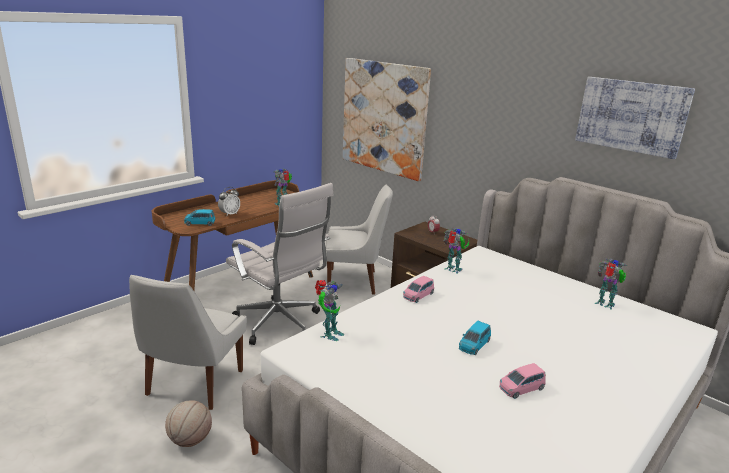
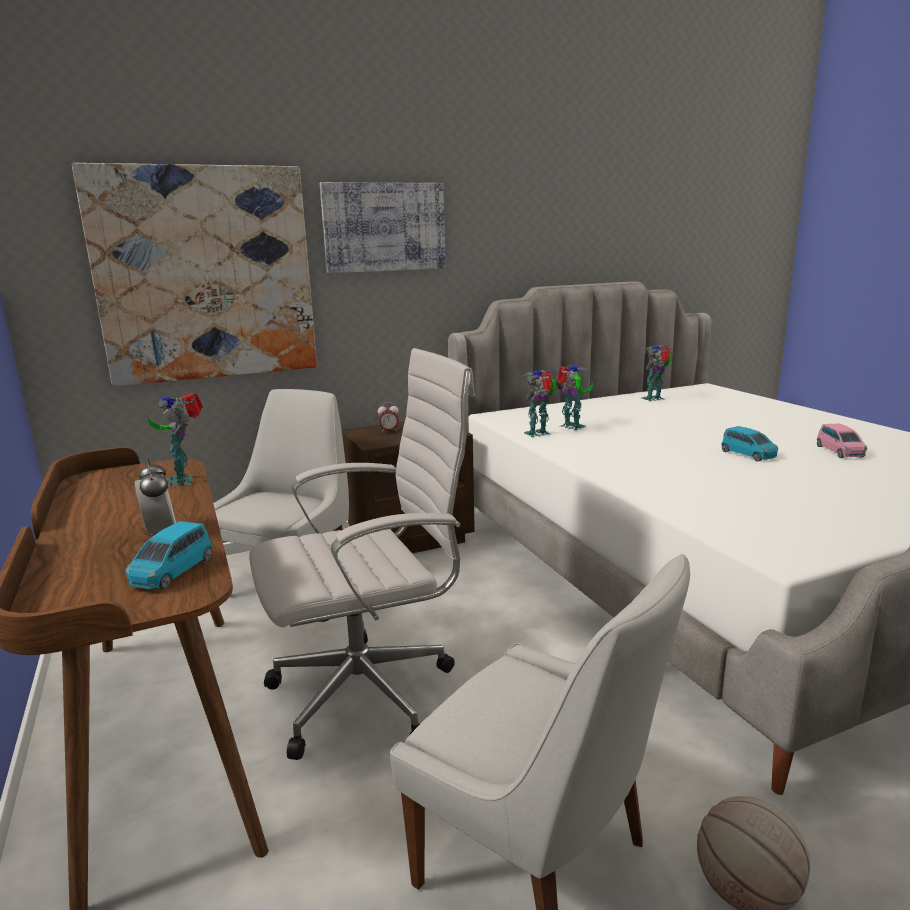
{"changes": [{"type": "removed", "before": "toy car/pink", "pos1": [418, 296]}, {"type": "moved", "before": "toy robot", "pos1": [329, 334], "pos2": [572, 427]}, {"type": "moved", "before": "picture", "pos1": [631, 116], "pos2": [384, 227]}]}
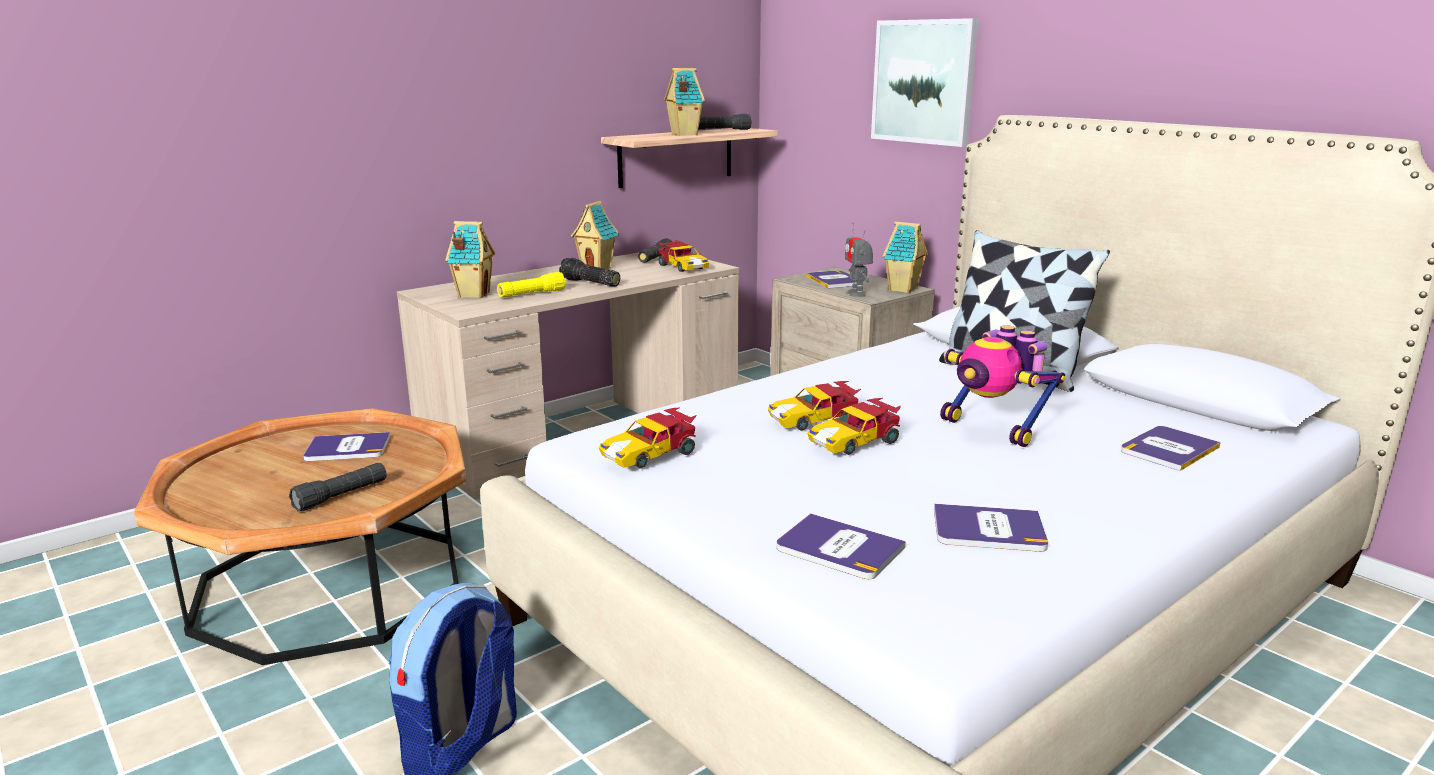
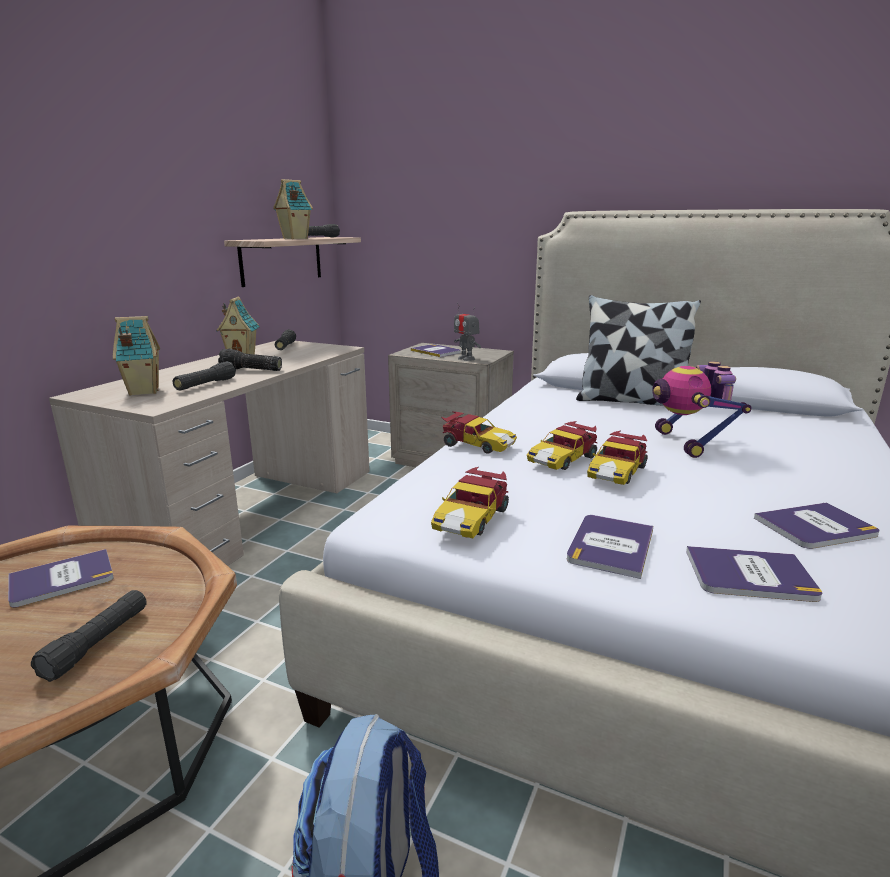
{"changes": [{"type": "removed", "before": "picture", "pos1": [924, 82]}, {"type": "removed", "before": "toy house", "pos1": [903, 290]}, {"type": "moved", "before": "toy car", "pos1": [682, 267], "pos2": [476, 445]}, {"type": "moved", "before": "book", "pos1": [1169, 449], "pos2": [610, 546]}, {"type": "recoloured", "before": "flashlight/yellow", "after": "flashlight/black", "pos1": [531, 294], "pos2": [206, 385]}, {"type": "turned", "before": "toy robot", "pos1": [992, 429], "pos2": [688, 443], "turn": 60}]}
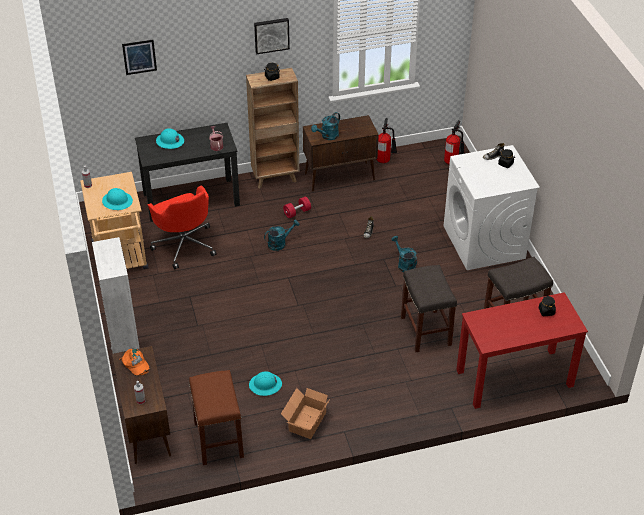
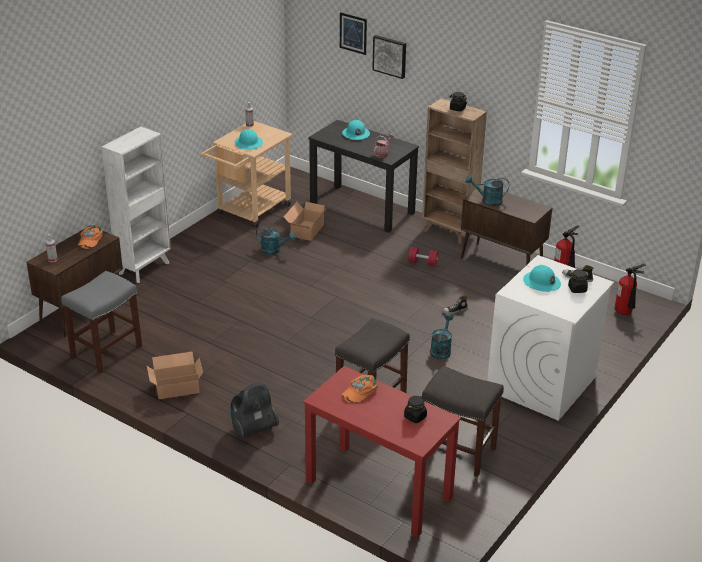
{"changes": [{"type": "added", "after": "vacuum cleaner", "pos2": [252, 430]}, {"type": "added", "after": "cap/orange", "pos2": [359, 391]}, {"type": "moved", "before": "hard hat/turquoise", "pos1": [265, 385], "pos2": [541, 282]}, {"type": "moved", "before": "picture", "pos1": [271, 35], "pos2": [390, 56]}, {"type": "moved", "before": "watering can/turquoise", "pos1": [280, 243], "pos2": [274, 250]}, {"type": "replaced", "before": "office chair/red", "after": "cardboard box", "pos1": [184, 245], "pos2": [305, 230]}, {"type": "recoloured", "before": "stool/brown", "after": "stool/grey", "pos1": [218, 439], "pos2": [107, 351]}]}
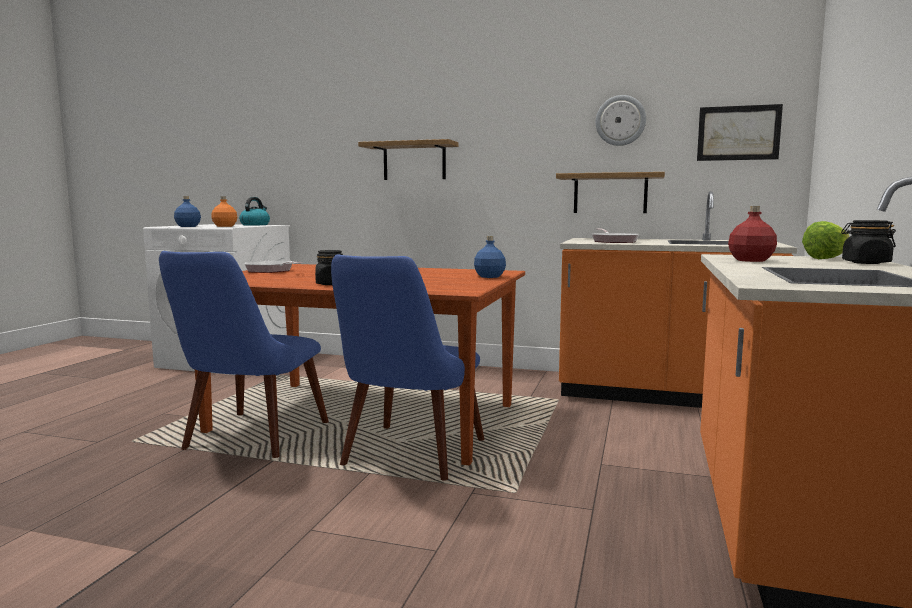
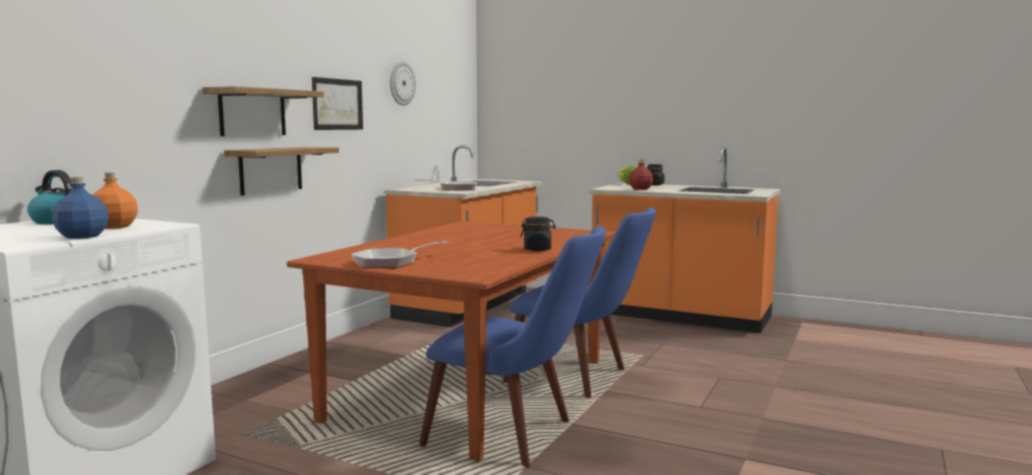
{"changes": [{"type": "removed", "before": "bottle/blue", "pos1": [489, 277]}, {"type": "moved", "before": "shelf", "pos1": [610, 193], "pos2": [271, 170]}, {"type": "moved", "before": "picture", "pos1": [738, 133], "pos2": [337, 104]}]}
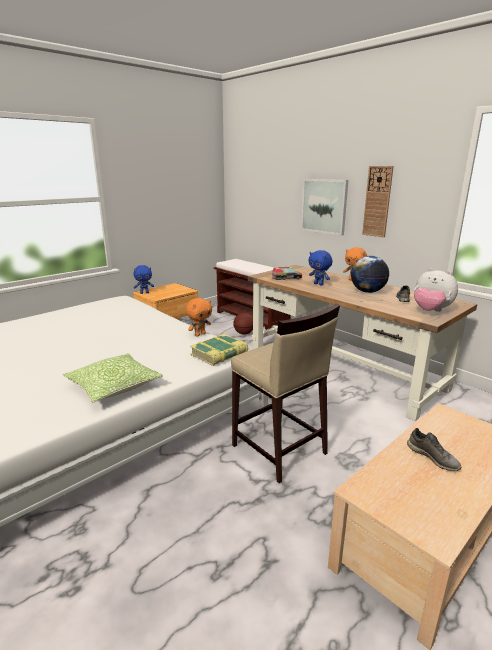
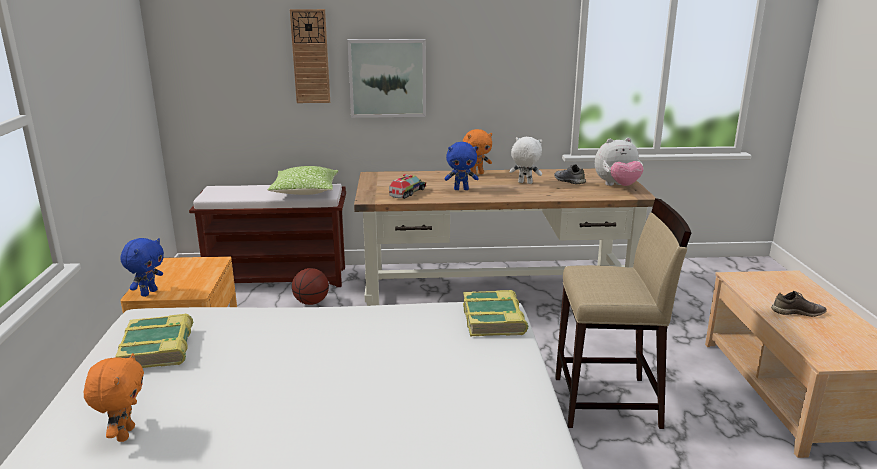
{"changes": [{"type": "added", "after": "book", "pos2": [158, 348]}, {"type": "moved", "before": "pillow", "pos1": [114, 387], "pos2": [305, 191]}, {"type": "moved", "before": "plush toy/orange", "pos1": [200, 334], "pos2": [124, 434]}, {"type": "moved", "before": "wall clock", "pos1": [377, 201], "pos2": [310, 56]}, {"type": "replaced", "before": "globe", "after": "plush toy/white", "pos1": [367, 291], "pos2": [524, 183]}]}
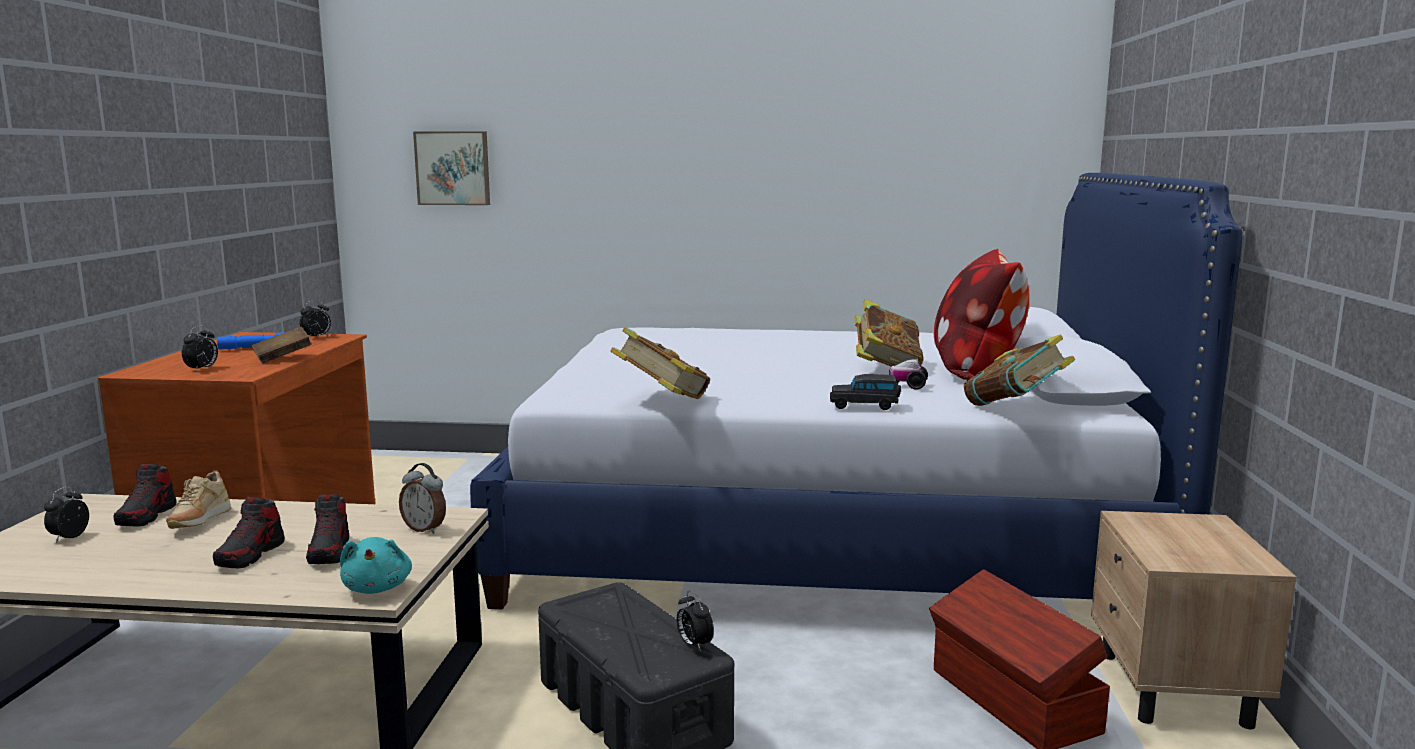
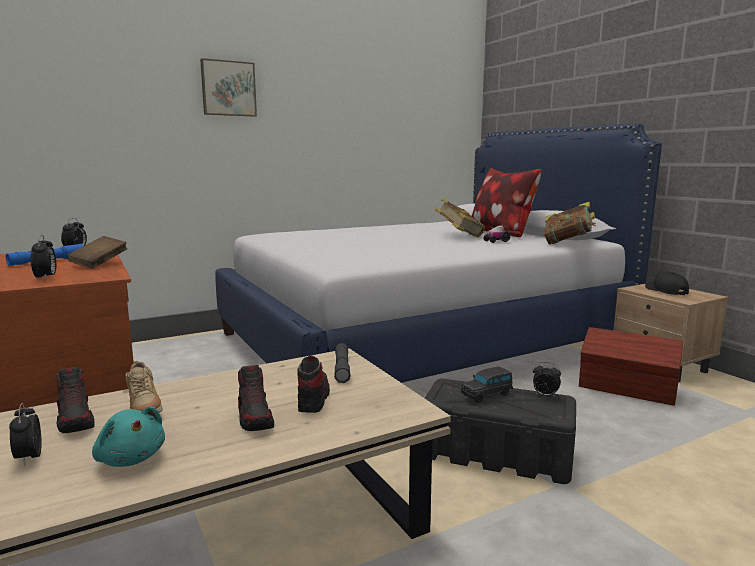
{"changes": [{"type": "removed", "before": "book", "pos1": [661, 400]}, {"type": "added", "after": "cap/black", "pos2": [665, 290]}, {"type": "moved", "before": "plush toy/turquoise", "pos1": [378, 587], "pos2": [130, 458]}, {"type": "moved", "before": "picture", "pos1": [453, 168], "pos2": [228, 88]}, {"type": "moved", "before": "toy car/black", "pos1": [865, 406], "pos2": [487, 394]}, {"type": "replaced", "before": "alarm clock", "after": "flashlight/grey", "pos1": [425, 529], "pos2": [342, 368]}, {"type": "turned", "before": "shoe", "pos1": [330, 552], "pos2": [313, 398], "turn": -135}]}
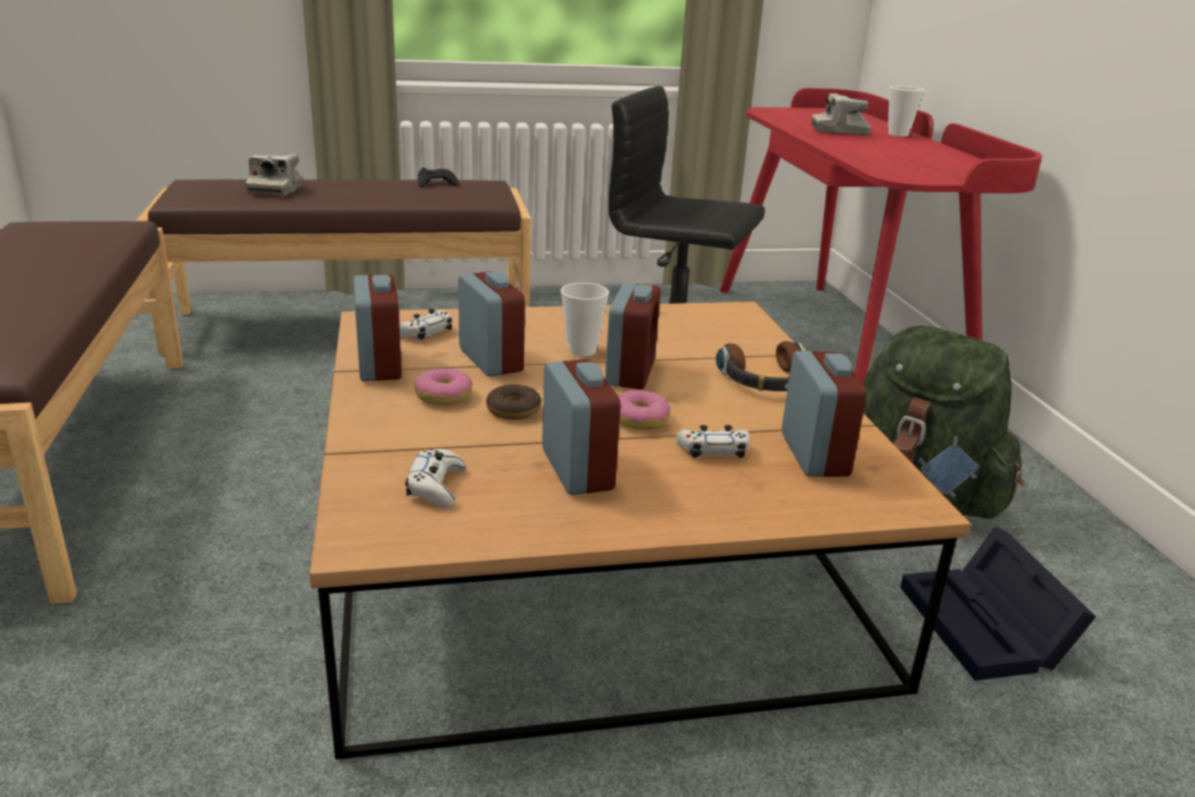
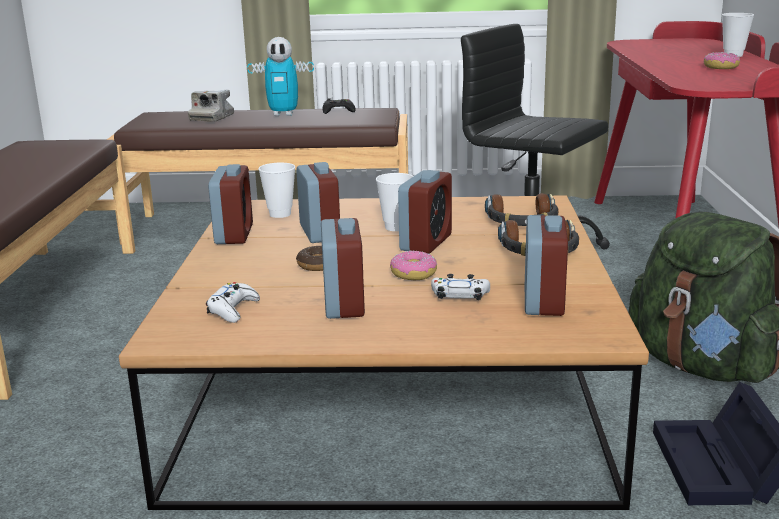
{"changes": [{"type": "removed", "before": "photo camera", "pos1": [839, 131]}, {"type": "added", "after": "toy robot", "pos2": [283, 114]}, {"type": "added", "after": "headphones", "pos2": [522, 221]}, {"type": "moved", "before": "donut", "pos1": [443, 396], "pos2": [721, 67]}, {"type": "replaced", "before": "game controller/white", "after": "cup", "pos1": [425, 333], "pos2": [280, 214]}]}
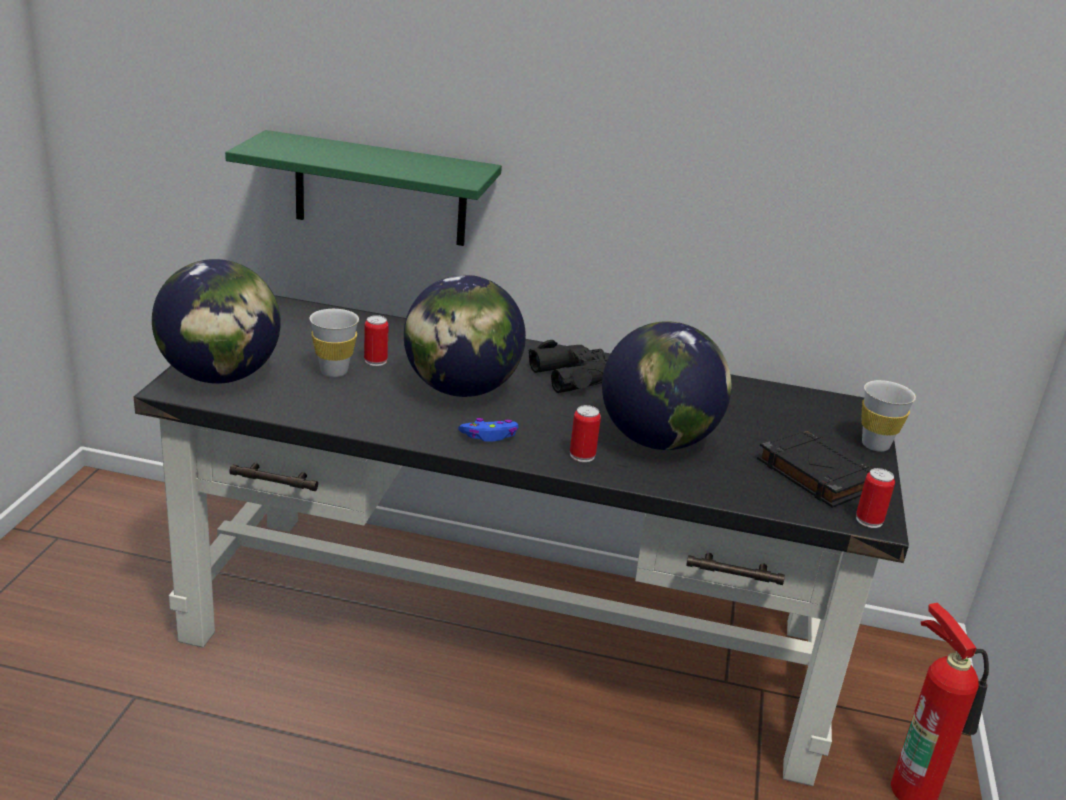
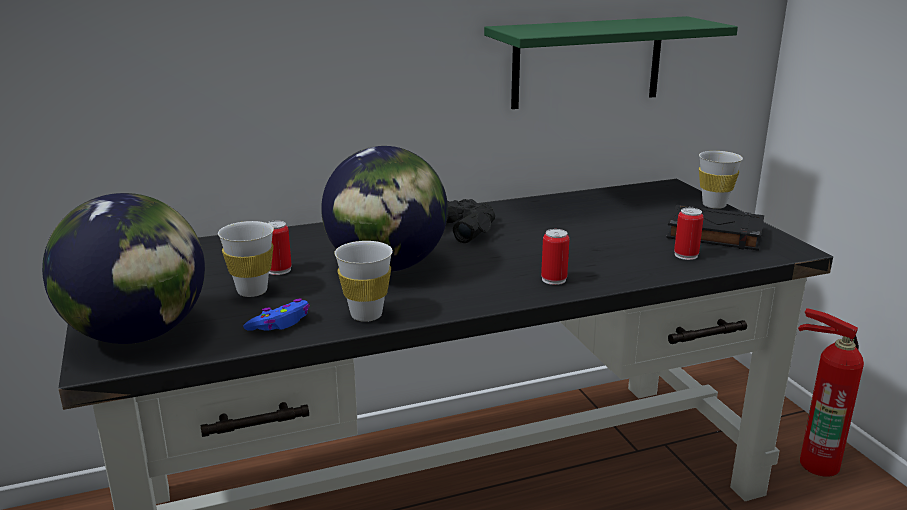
{"changes": [{"type": "removed", "before": "globe", "pos1": [658, 440]}, {"type": "added", "after": "cup/white", "pos2": [366, 315]}, {"type": "moved", "before": "shelf/green", "pos1": [380, 189], "pos2": [587, 62]}, {"type": "moved", "before": "game controller/blue", "pos1": [489, 436], "pos2": [280, 323]}, {"type": "moved", "before": "can", "pos1": [869, 520], "pos2": [686, 255]}]}
